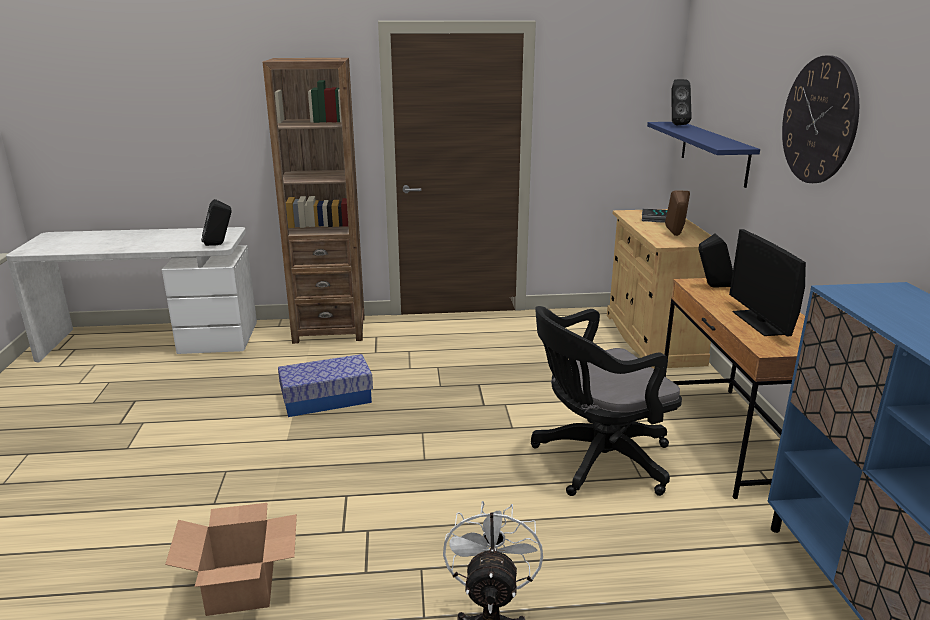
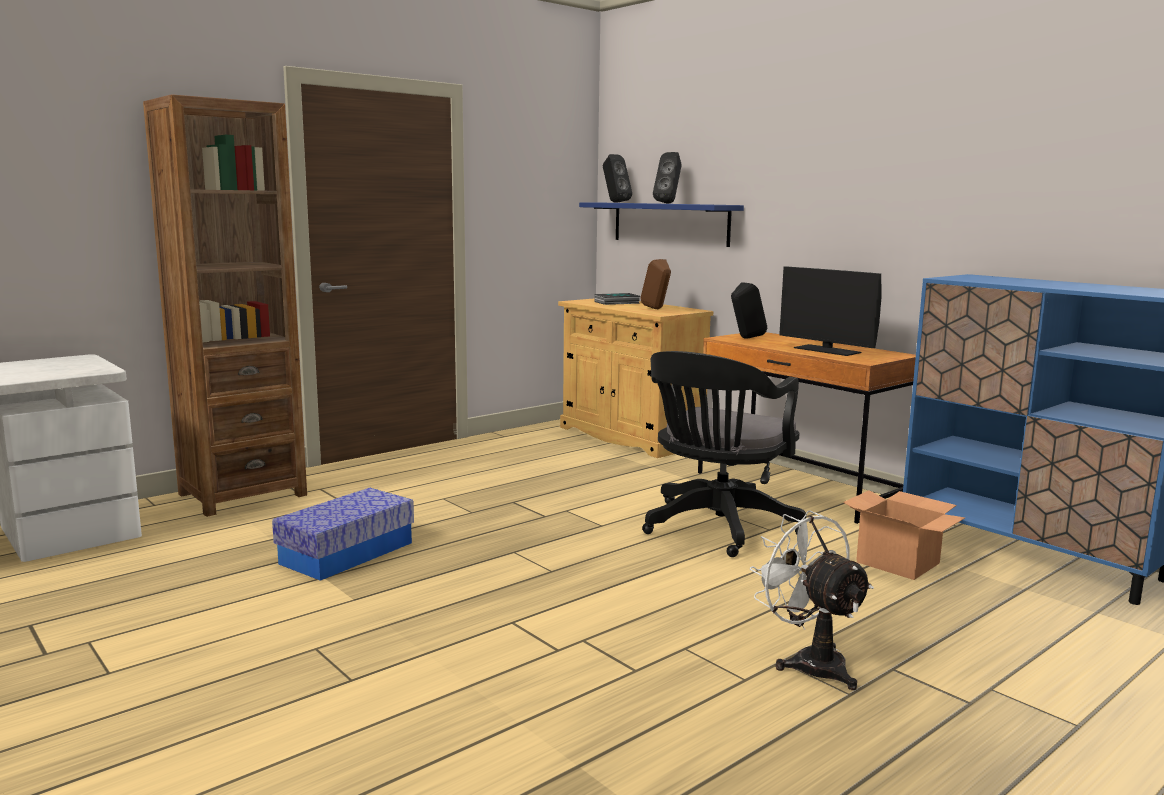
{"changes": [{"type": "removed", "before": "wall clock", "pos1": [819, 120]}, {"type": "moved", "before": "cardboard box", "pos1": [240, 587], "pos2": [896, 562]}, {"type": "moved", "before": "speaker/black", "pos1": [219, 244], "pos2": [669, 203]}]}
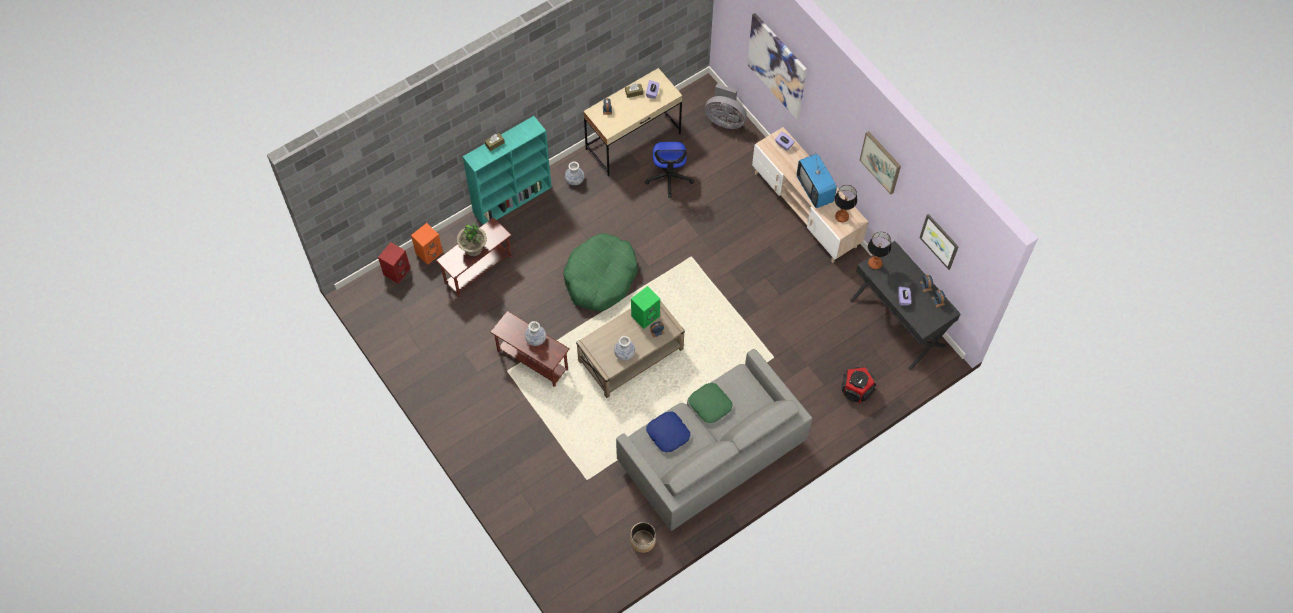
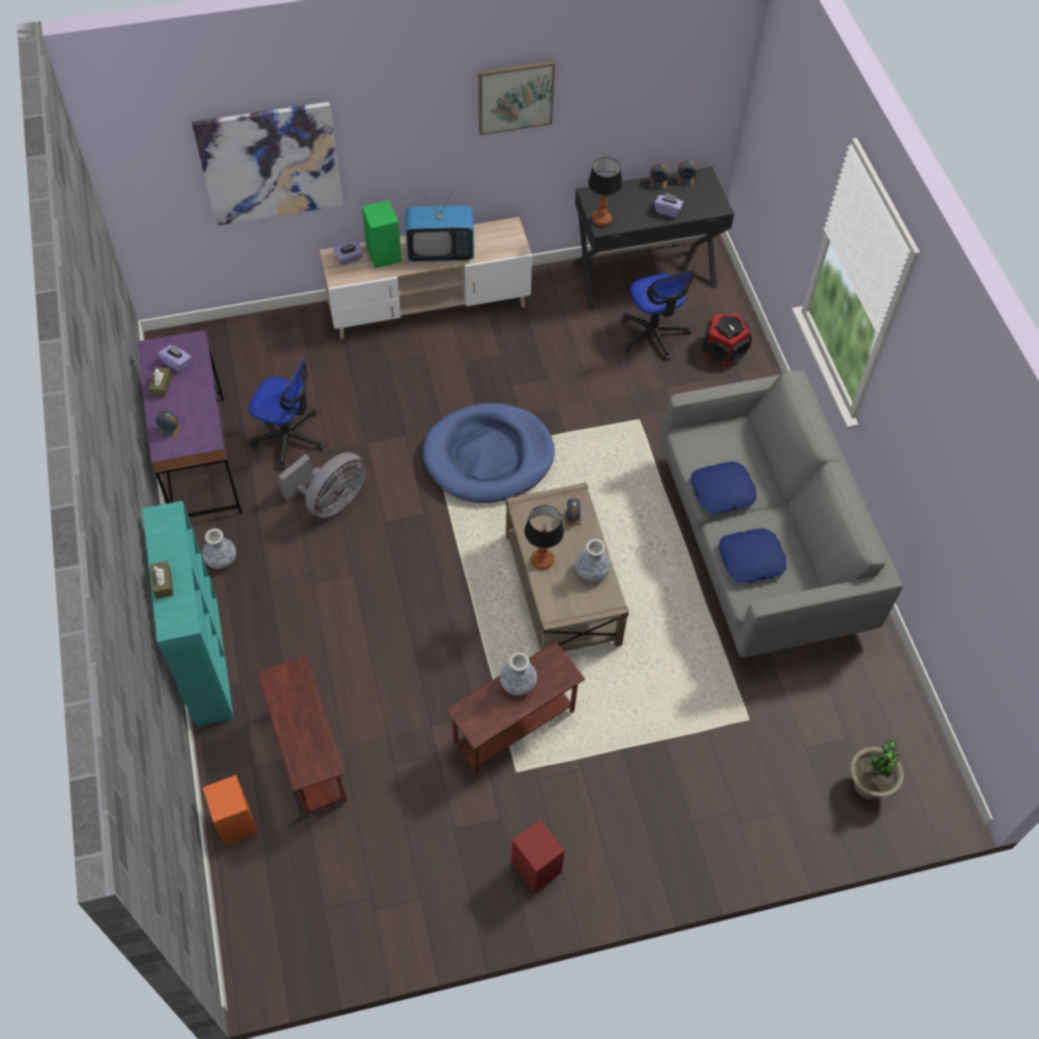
{"changes": [{"type": "removed", "before": "dog bed/green", "pos1": [600, 278]}, {"type": "removed", "before": "planter", "pos1": [643, 541]}, {"type": "removed", "before": "picture", "pos1": [939, 241]}, {"type": "added", "after": "dog bed/blue", "pos2": [488, 456]}, {"type": "added", "after": "office chair", "pos2": [653, 335]}, {"type": "moved", "before": "speaker/red", "pos1": [396, 271], "pos2": [534, 867]}, {"type": "moved", "before": "potted plant", "pos1": [473, 248], "pos2": [868, 784]}, {"type": "moved", "before": "speaker/green", "pos1": [645, 315], "pos2": [382, 253]}, {"type": "moved", "before": "fan/grey", "pos1": [725, 120], "pos2": [331, 501]}, {"type": "moved", "before": "table lamp", "pos1": [842, 216], "pos2": [541, 560]}, {"type": "recoloured", "before": "desk/beige", "after": "desk/purple", "pos1": [633, 141], "pos2": [200, 460]}, {"type": "recoloured", "before": "pillow/green", "after": "pillow/blue", "pos1": [710, 405], "pos2": [722, 492]}]}
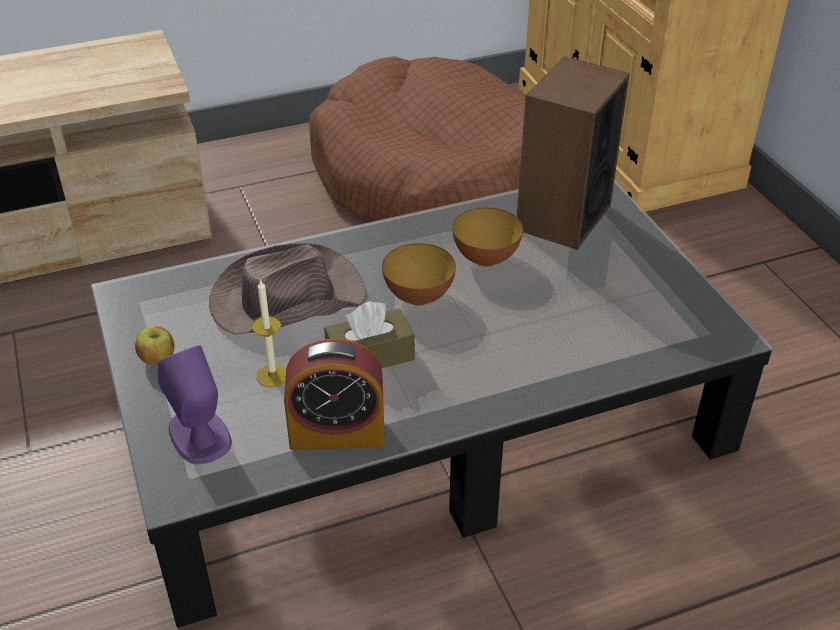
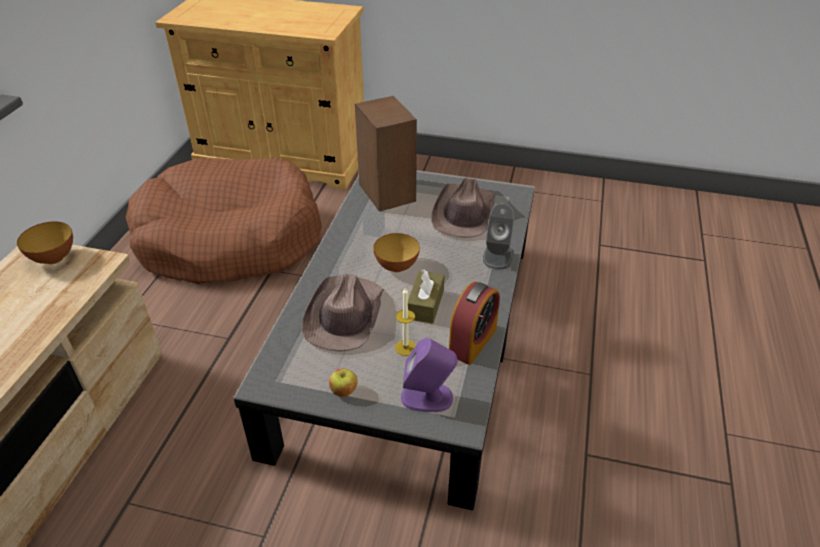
{"changes": [{"type": "added", "after": "hat/brown", "pos2": [464, 213]}, {"type": "added", "after": "speaker/grey", "pos2": [497, 255]}, {"type": "moved", "before": "bowl", "pos1": [486, 259], "pos2": [54, 258]}]}
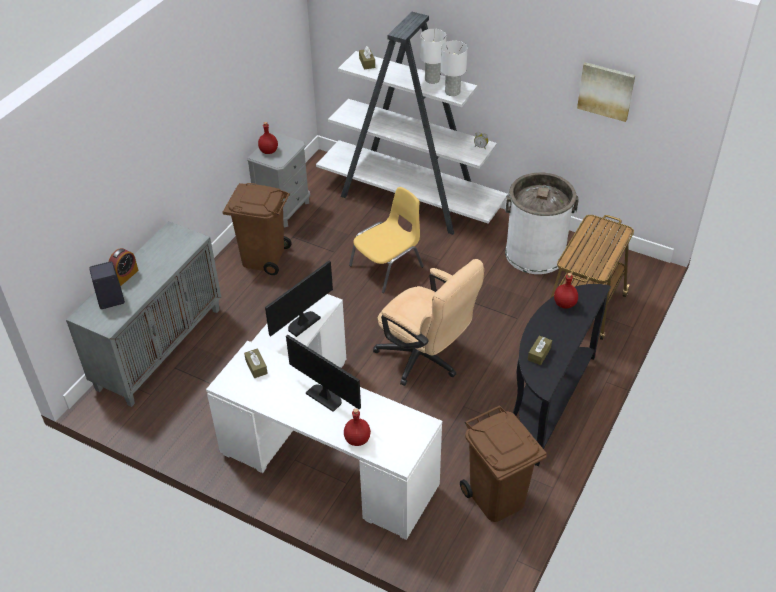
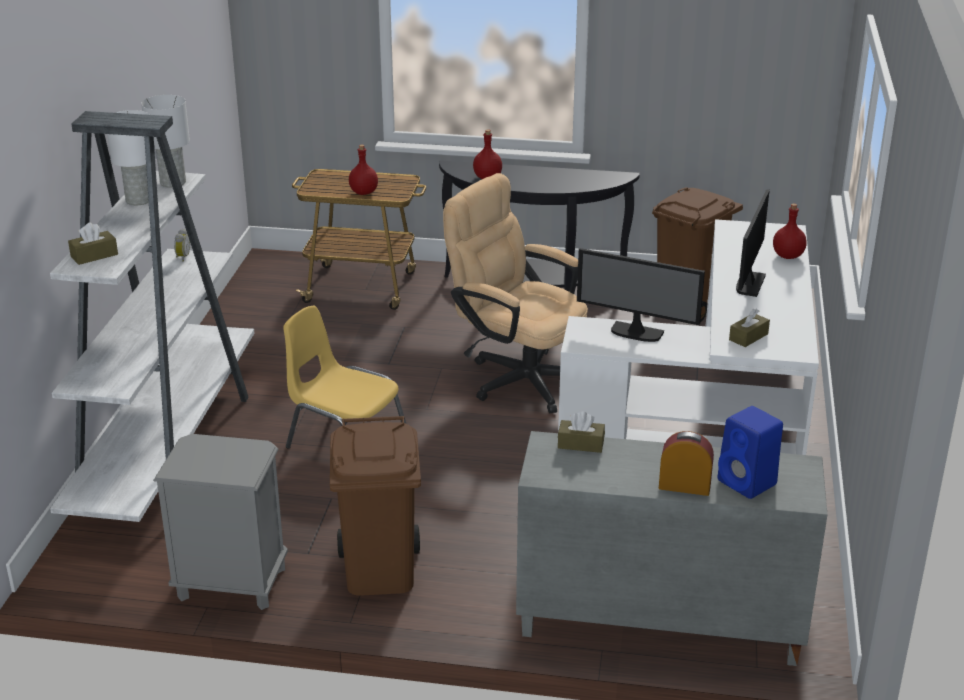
{"changes": [{"type": "removed", "before": "trash can/white", "pos1": [535, 253]}, {"type": "removed", "before": "picture", "pos1": [606, 91]}, {"type": "moved", "before": "bottle/red", "pos1": [268, 151], "pos2": [363, 193]}, {"type": "moved", "before": "tissue box/brown", "pos1": [539, 354], "pos2": [580, 444]}, {"type": "recoloured", "before": "speaker/black", "after": "speaker/blue", "pos1": [110, 300], "pos2": [748, 483]}, {"type": "turned", "before": "office chair/beige", "pos1": [425, 359], "pos2": [518, 377], "turn": -75}]}
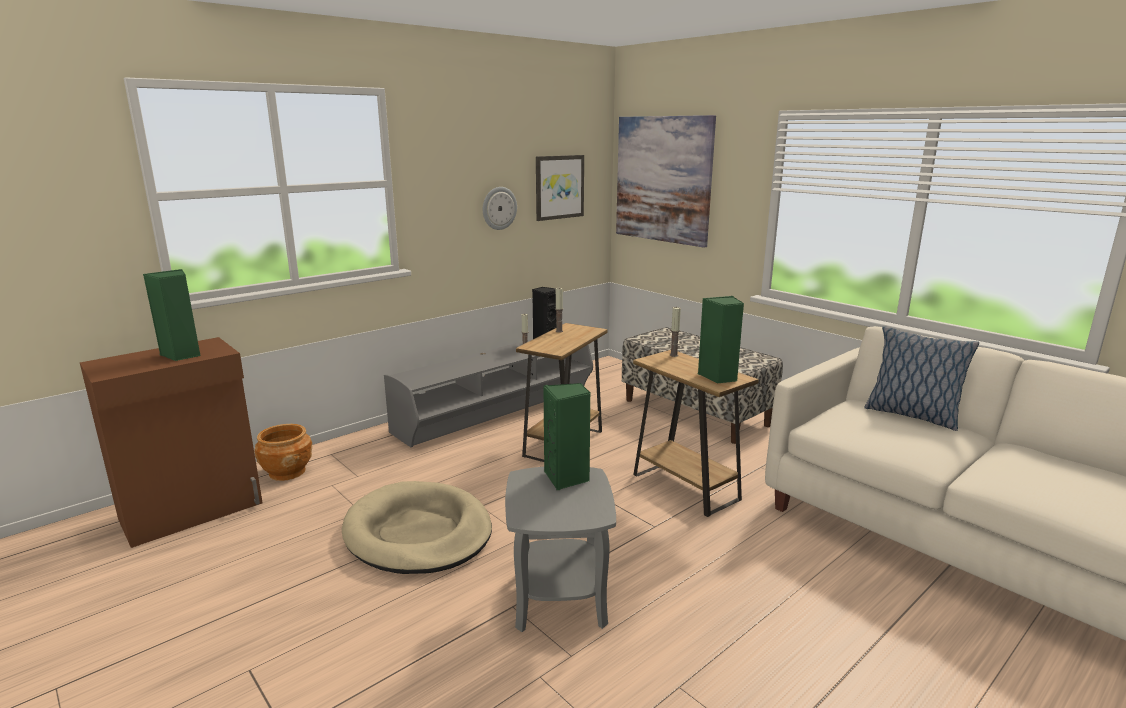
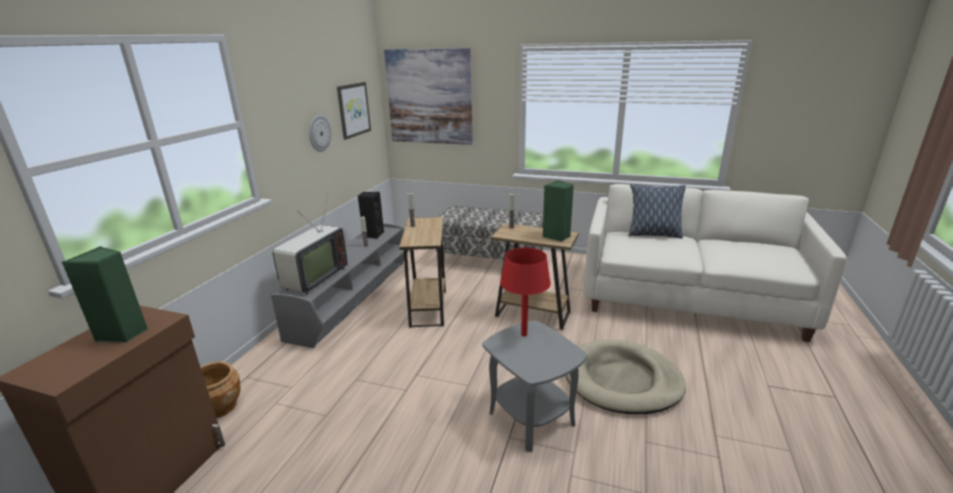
{"changes": [{"type": "added", "after": "television", "pos2": [312, 279]}, {"type": "moved", "before": "dog bed/beige", "pos1": [418, 533], "pos2": [621, 380]}, {"type": "replaced", "before": "speaker/green", "after": "table lamp/red", "pos1": [567, 478], "pos2": [524, 334]}]}
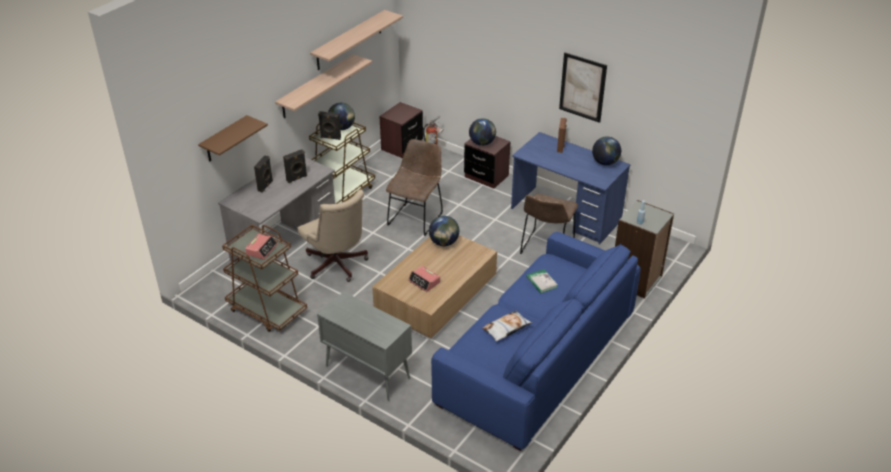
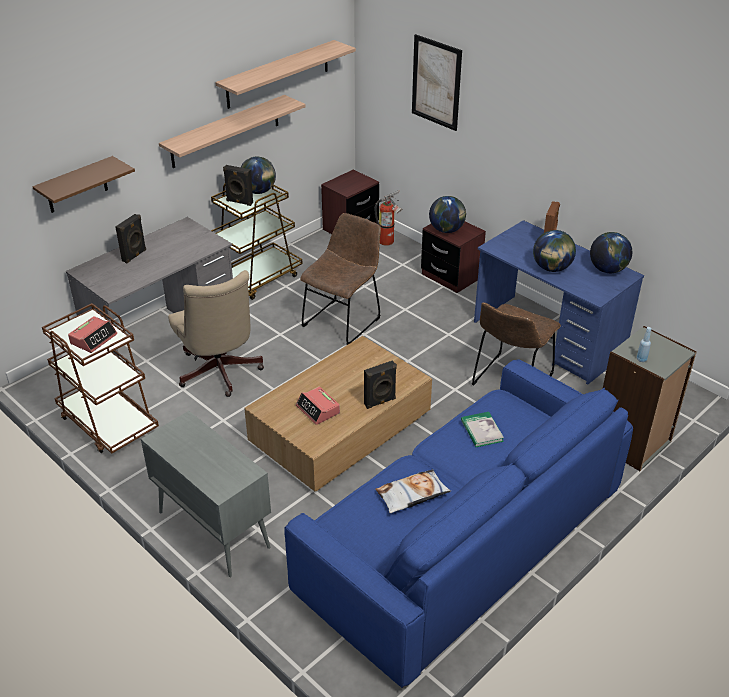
{"changes": [{"type": "moved", "before": "speaker/black", "pos1": [297, 178], "pos2": [380, 402]}, {"type": "moved", "before": "globe", "pos1": [444, 243], "pos2": [551, 268]}, {"type": "moved", "before": "picture", "pos1": [582, 87], "pos2": [436, 82]}]}
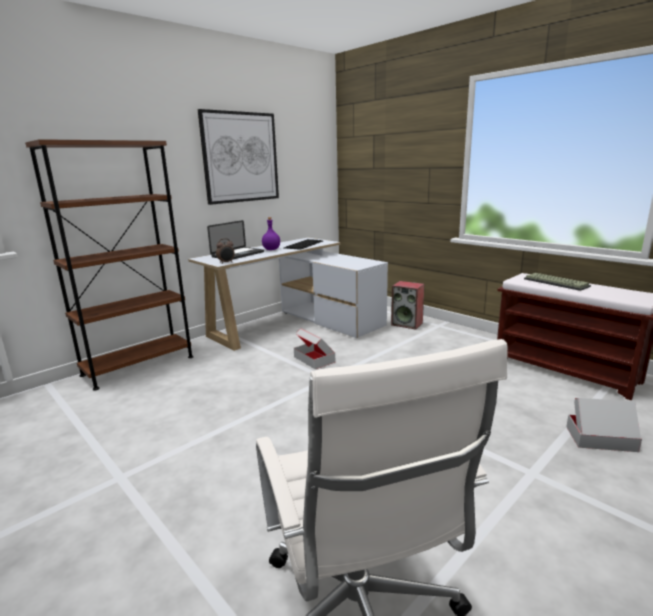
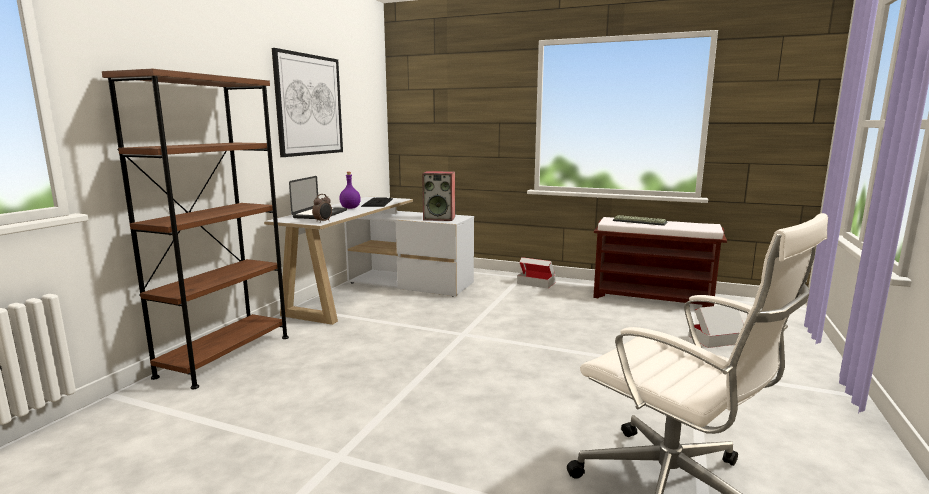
{"changes": [{"type": "moved", "before": "cardboard box", "pos1": [314, 359], "pos2": [536, 283]}, {"type": "moved", "before": "speaker", "pos1": [407, 324], "pos2": [439, 218]}]}
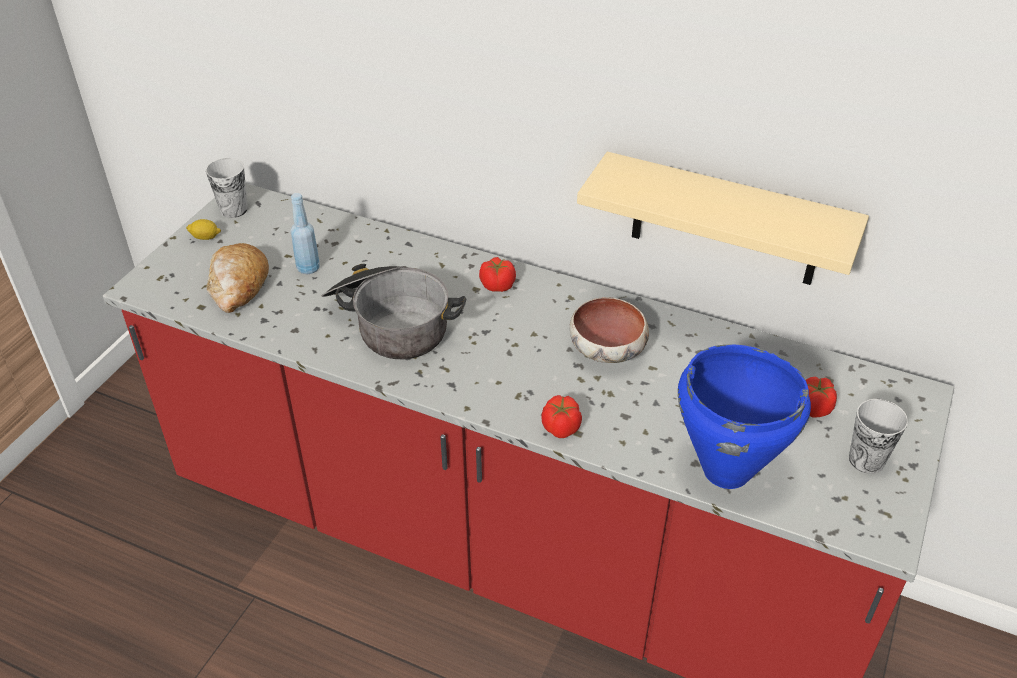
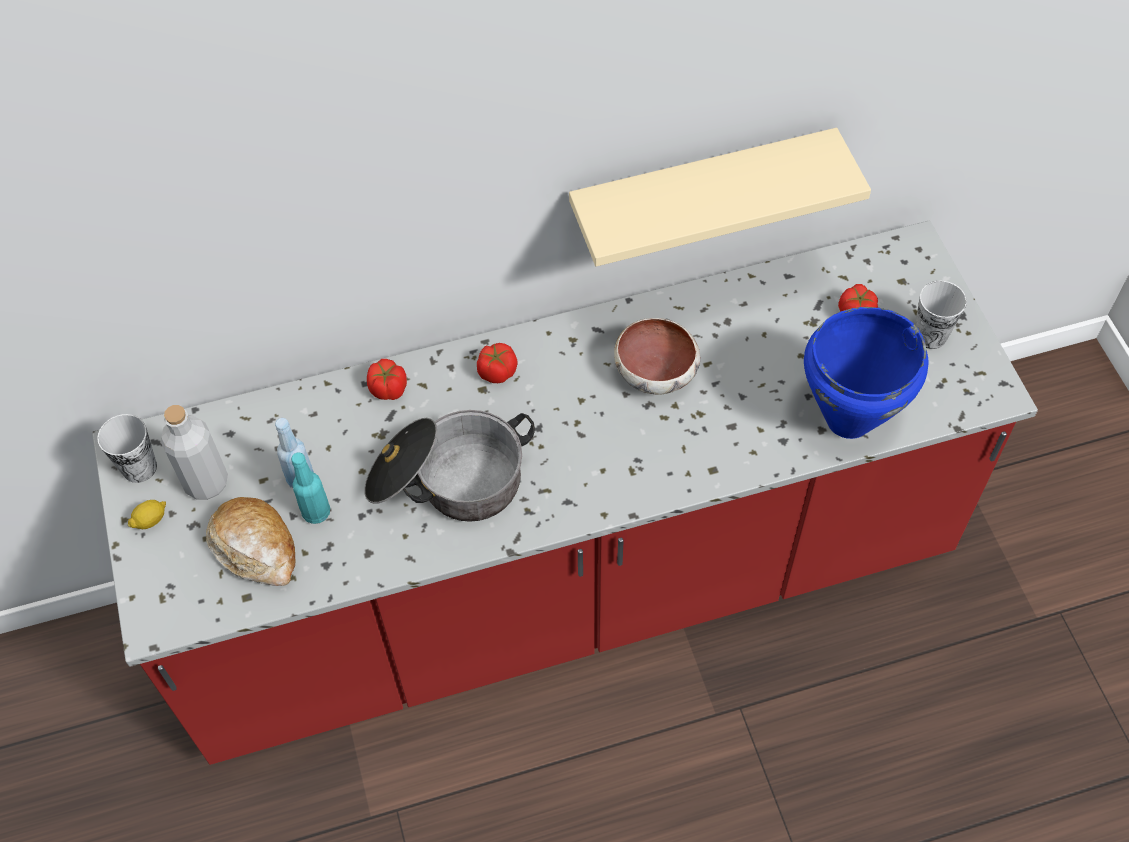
{"changes": [{"type": "added", "after": "bottle/grey", "pos2": [206, 482]}, {"type": "added", "after": "bottle/turquoise", "pos2": [316, 512]}, {"type": "moved", "before": "tomato", "pos1": [561, 428], "pos2": [388, 389]}]}
